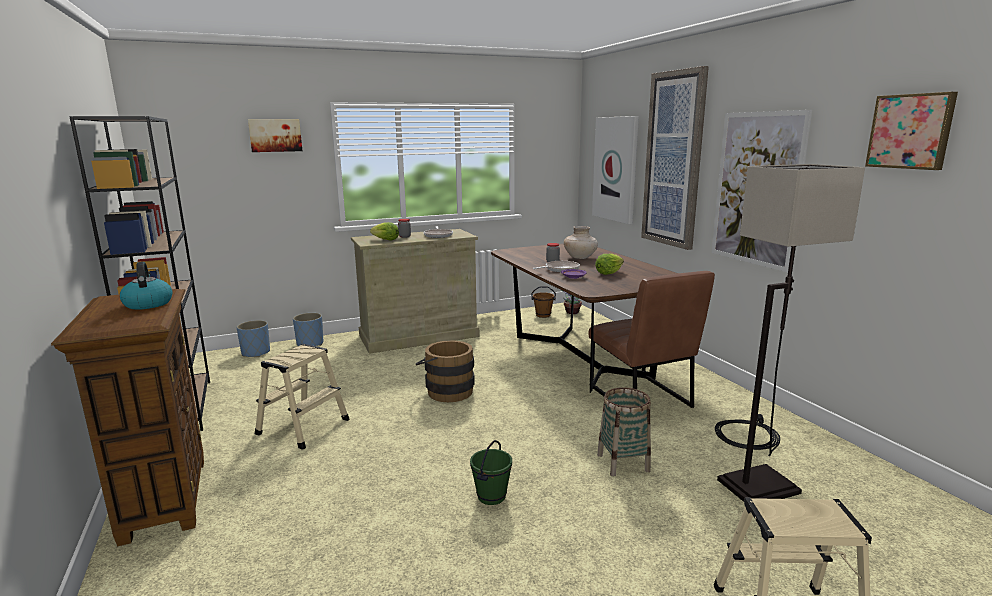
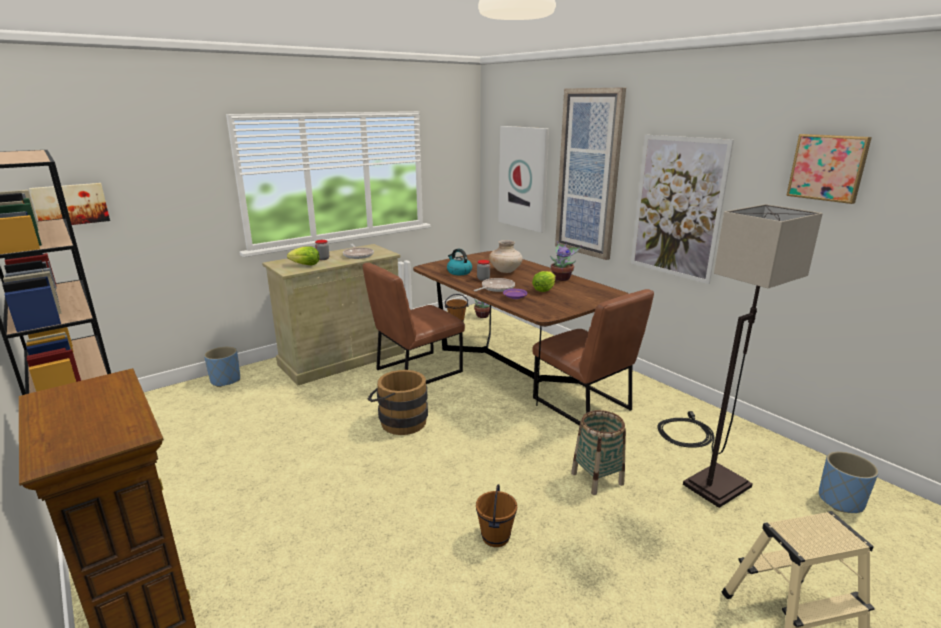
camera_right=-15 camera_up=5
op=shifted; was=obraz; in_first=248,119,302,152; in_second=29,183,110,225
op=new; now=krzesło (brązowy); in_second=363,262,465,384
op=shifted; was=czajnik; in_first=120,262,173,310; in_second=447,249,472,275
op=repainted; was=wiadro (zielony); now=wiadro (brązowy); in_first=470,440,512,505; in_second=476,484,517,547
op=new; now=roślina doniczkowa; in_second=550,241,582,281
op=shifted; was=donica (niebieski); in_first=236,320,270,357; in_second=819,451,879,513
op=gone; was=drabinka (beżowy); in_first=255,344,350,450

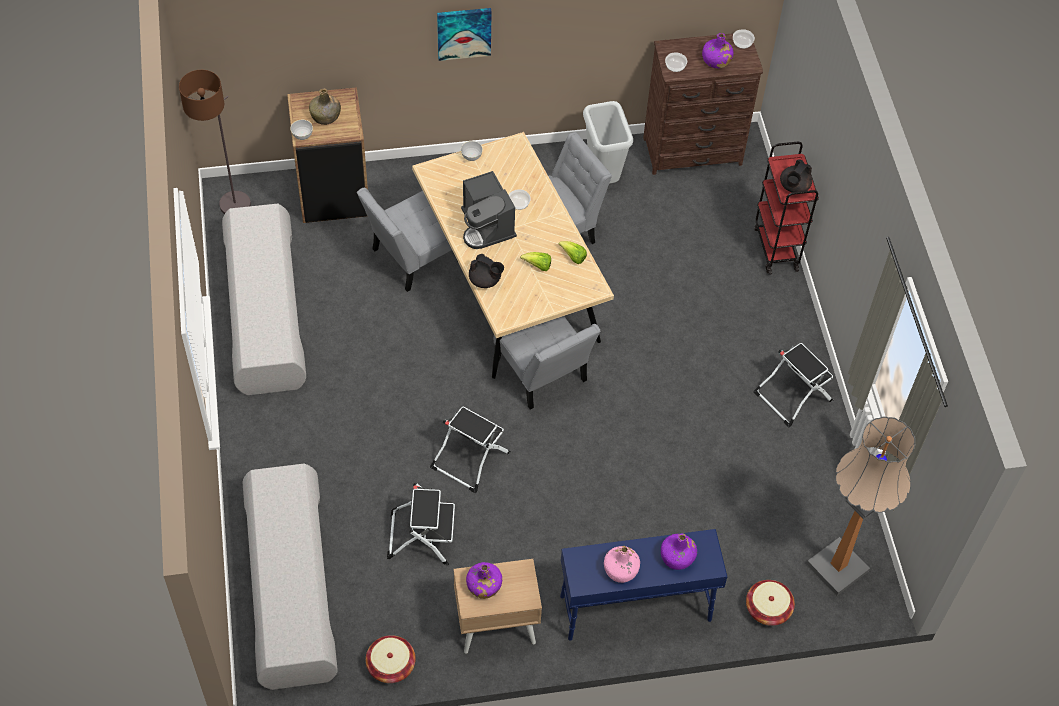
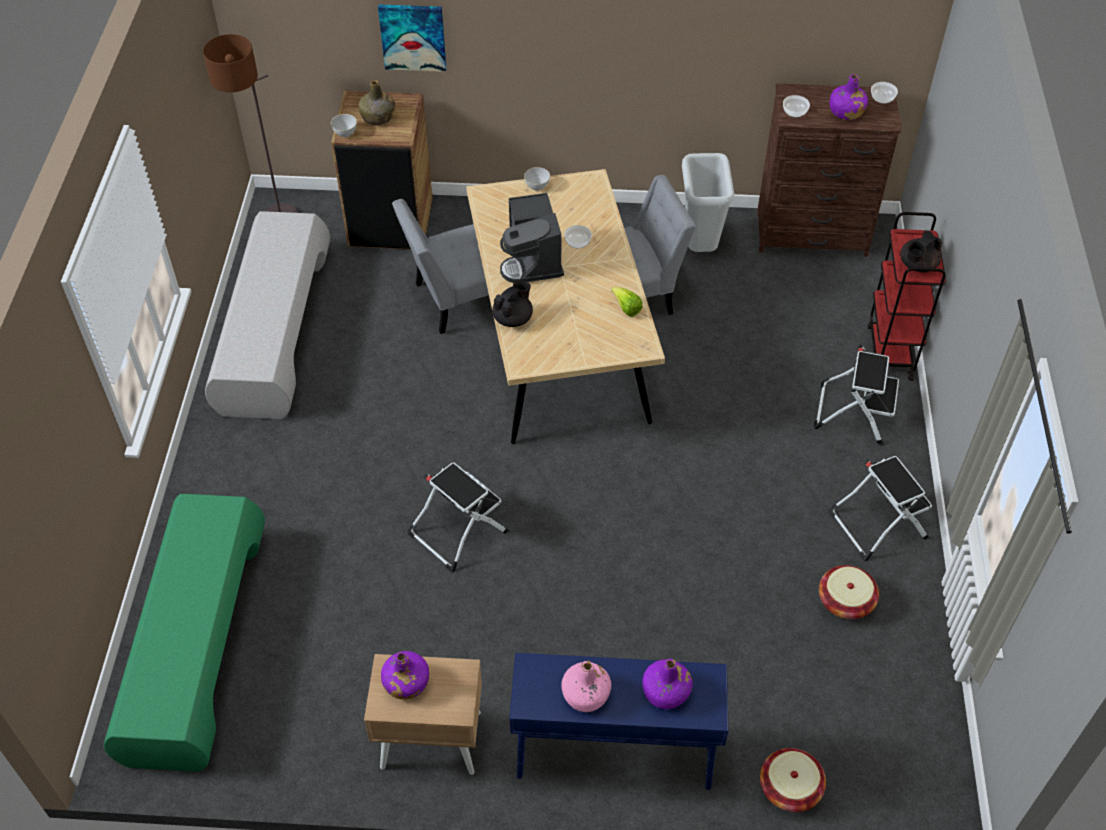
camera_right=15 camera_up=-5
op=repainted; was=ławka (szary); now=ławka (zielony); in_first=243,464,338,690; in_second=104,494,265,772
op=shifted; was=obraz; in_first=437,8,492,61; in_second=378,4,446,72
op=rotated; was=imbryk (czarny); in_first=469,254,504,288; in_second=492,281,533,327; clockwise=-90
op=shifted; was=drabinka; in_first=387,483,455,565; in_second=814,345,899,445
op=shifted; was=koszyk; in_first=365,635,416,683; in_second=819,565,879,619
op=gone; was=krzesło (szary); in_first=494,316,600,410
op=gone; was=sałata; in_first=520,252,551,271
op=gone; was=lampa stojąca; in_first=807,416,915,596

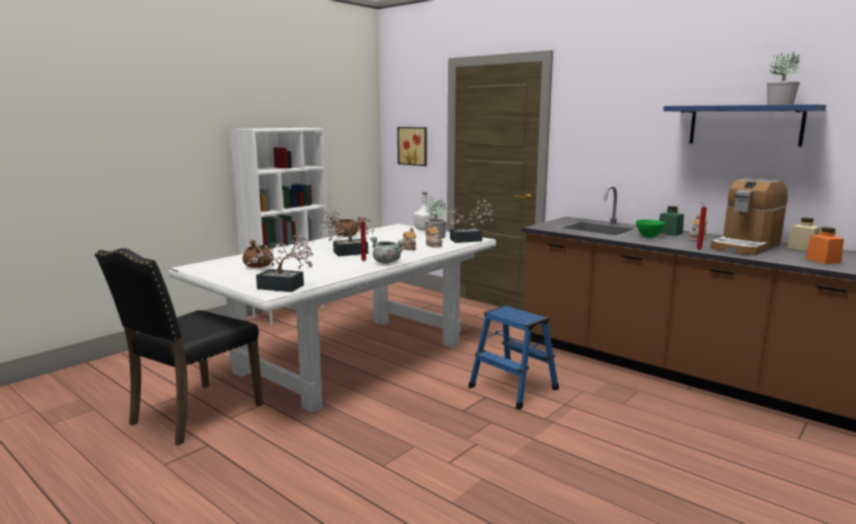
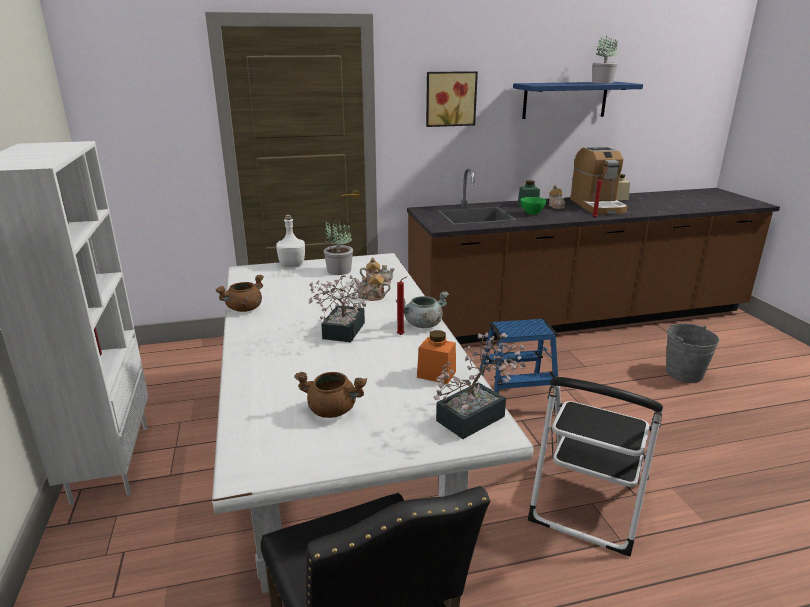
camera_right=-55 camera_up=10
op=shifted; was=słoik (pomarańczowy); in_first=806,227,844,264; in_second=417,330,456,384
op=shifted; was=obraz; in_first=397,127,427,166; in_second=426,71,478,127
op=new; now=drabinka; in_second=528,377,663,557
op=new; now=wiadro (szary); in_second=666,323,720,383
op=gone; was=roślina doniczkowa; in_first=444,200,493,243

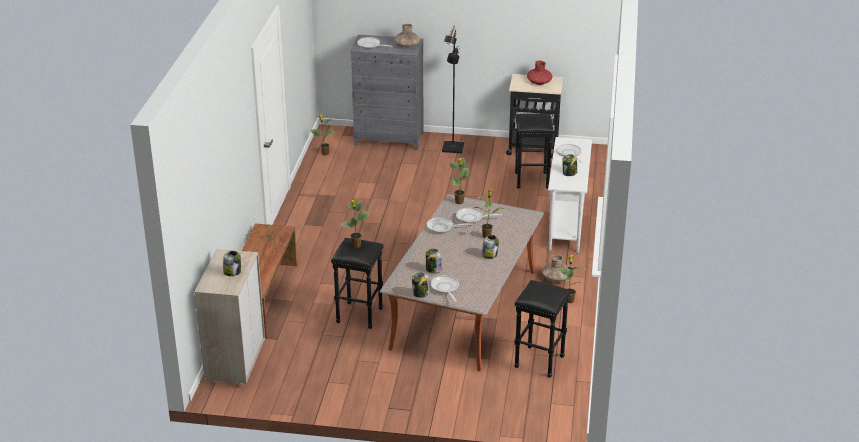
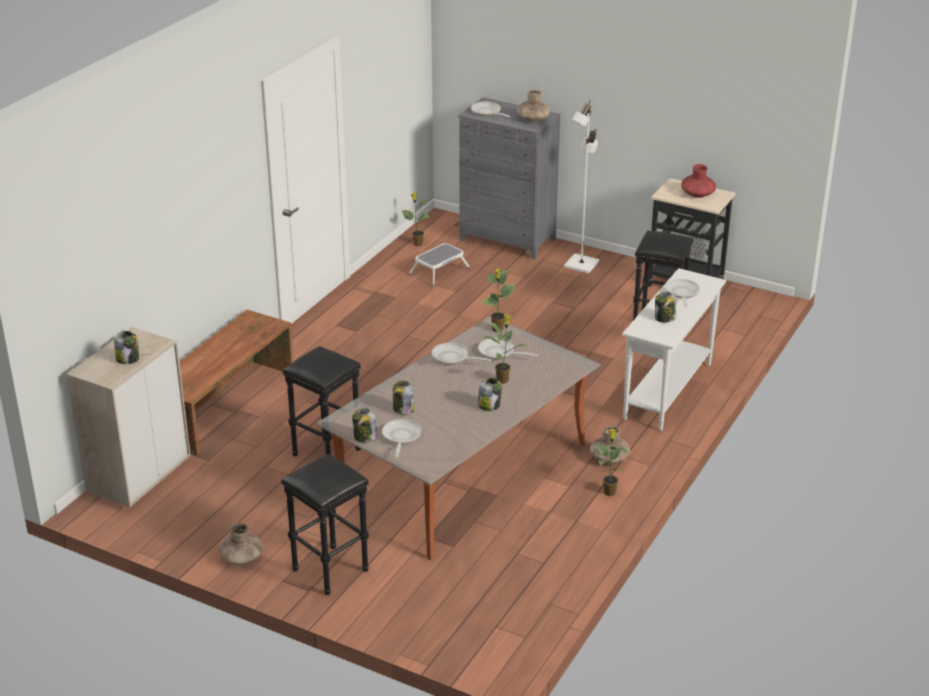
camera_right=20 camera_up=0
op=new; now=wazon (brązowy); in_second=219,523,263,565
op=shifted; was=stołek (czarny); in_first=514,280,571,378; in_second=282,454,369,595
op=new; now=drabinka (szary); in_second=408,243,471,288
op=repainted; was=lampa stojąca (czarny); now=lampa stojąca (biały); in_first=442,26,464,153; in_second=564,101,599,273
op=gone; was=roślina doniczkowa; in_first=340,199,369,248

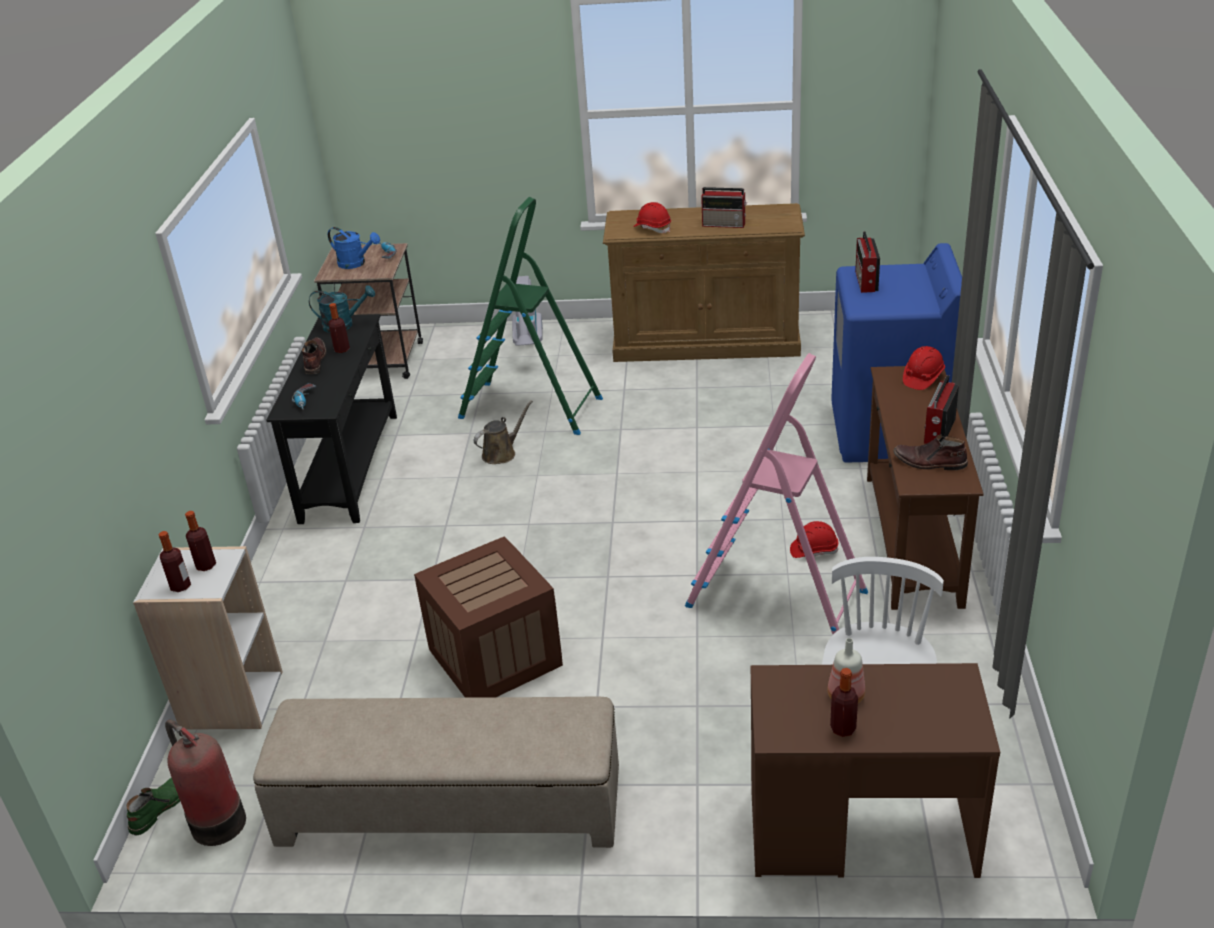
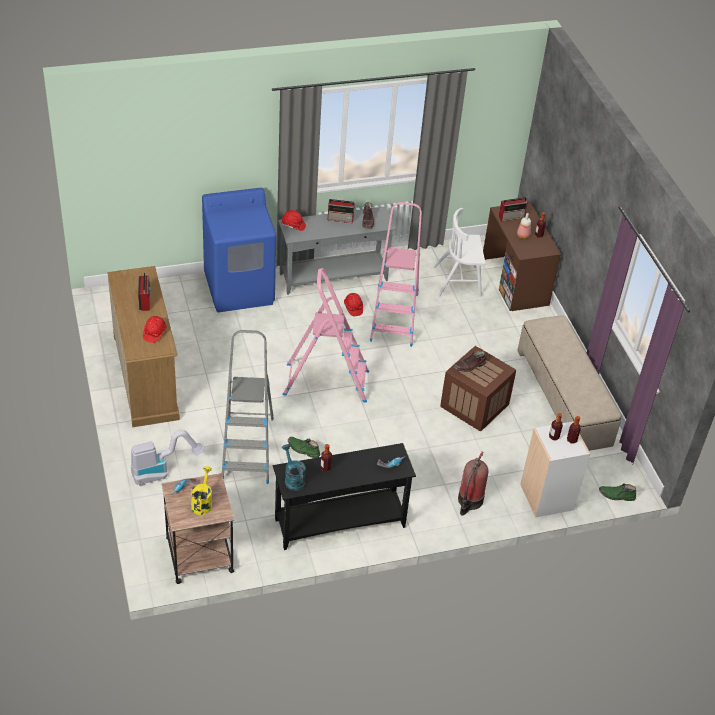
camera_right=-115 camera_up=10
op=repainted; was=konewka (niebieski); now=konewka (żółty); in_first=328,227,380,269; in_second=191,466,212,515
op=repainted; was=drabinka (zielony); now=drabinka (szary); in_first=458,197,603,435; in_second=222,330,274,484
op=repainted; was=stolik konsolowy (brązowy); now=stolik konsolowy (szary); in_first=867,366,983,610; in_second=278,206,396,295
op=new; now=drabinka (różowy); in_second=283,268,369,402
op=swapped; was=konewka (brązowy); now=but z cholewką (zielony); in_first=474,400,533,464; in_second=288,437,320,458
op=shifted; was=but z cholewką (brązowy); in_first=302,338,326,374; in_second=453,351,486,372
op=shifted; was=gaśnica; in_first=165,719,246,846; in_second=458,452,488,516
op=shifted; was=radio; in_first=855,231,880,293; in_second=499,197,527,221

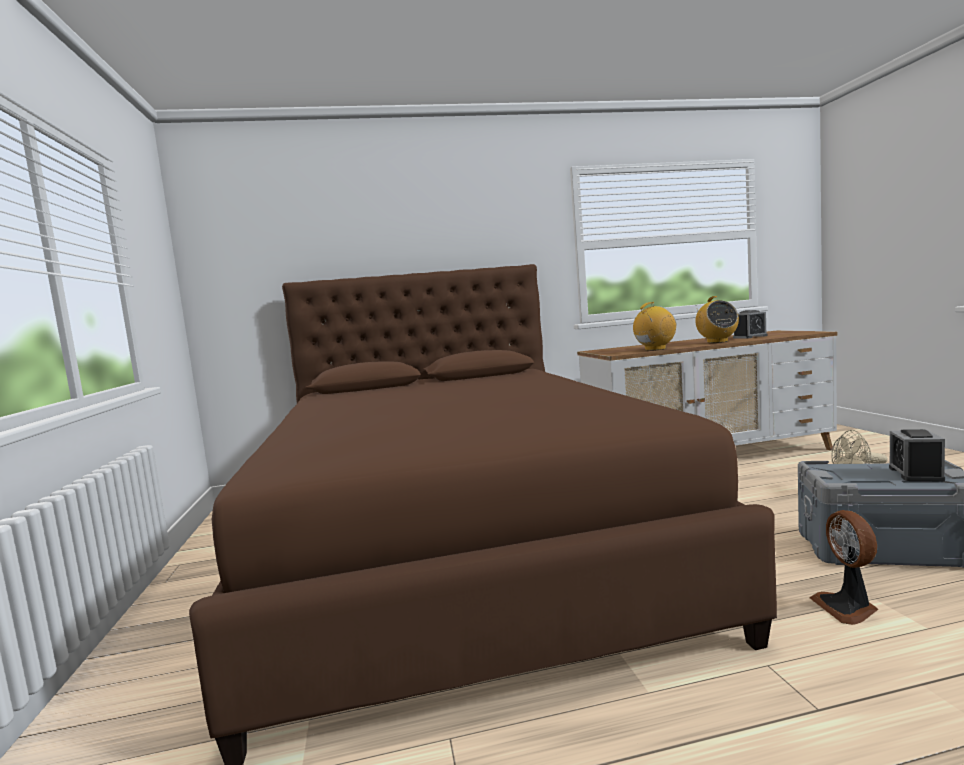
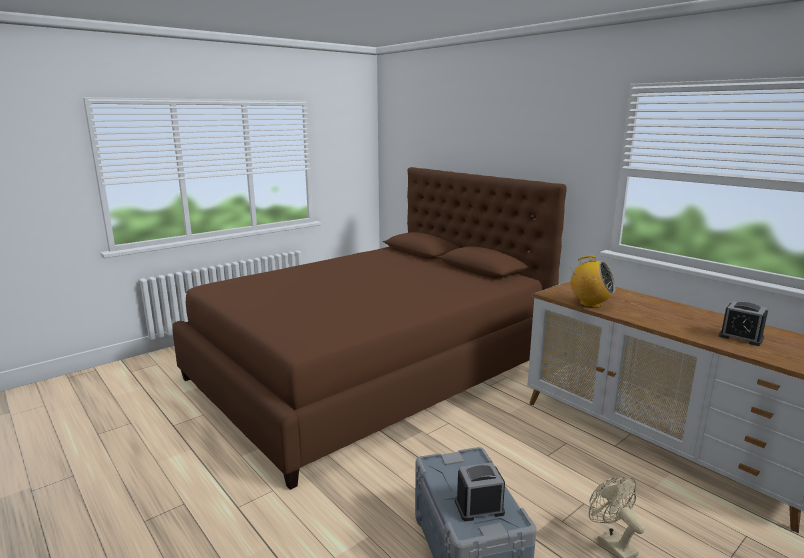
camera_right=60 camera_up=10
op=gone; was=radio; in_first=695,296,739,343
op=gone; was=wentylator; in_first=810,510,878,625

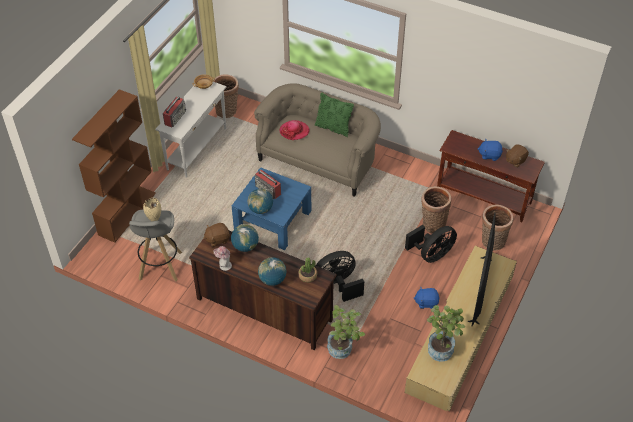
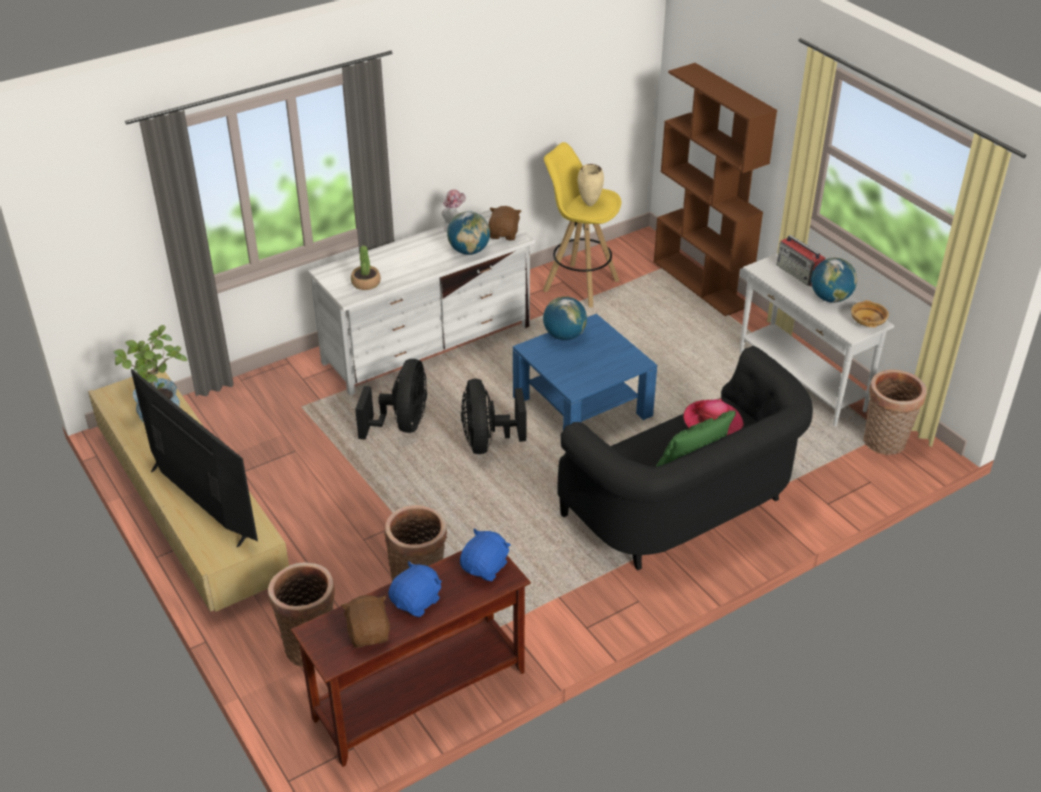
camera_right=120 camera_up=-10
op=repainted; was=komoda (brązowy); now=komoda (biały); in_first=189,230,337,350; in_second=308,210,535,396
op=shifted; was=pluszak (niebieski); in_first=414,286,440,309; in_second=460,529,511,581
op=shifted; was=wentylator (czarny); in_first=405,225,457,263; in_second=461,379,526,454
op=repainted; was=stołek (szary); now=stołek (żółty); in_first=129,210,182,281; in_second=543,142,621,308
op=repainted; was=kanapa (beżowy); now=kanapa (czarny); in_first=254,83,381,197; in_second=557,346,813,570
op=shifted; was=globus; in_first=258,257,286,286; in_second=811,257,857,303
op=gone; was=radio; in_first=255,170,281,199
op=gone; was=roślina doniczkowa; in_first=327,305,365,359

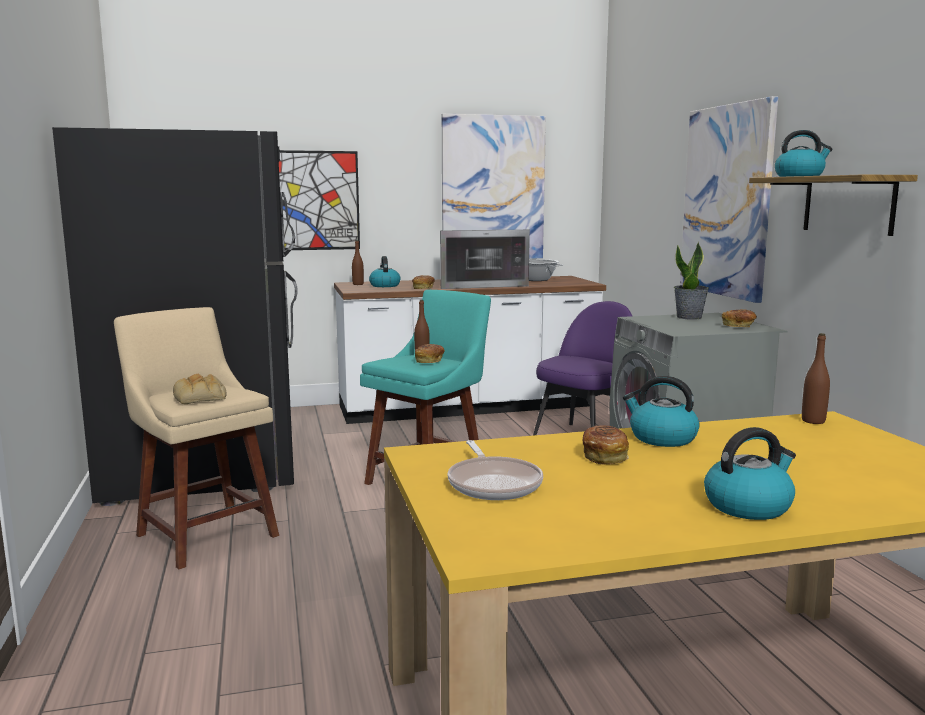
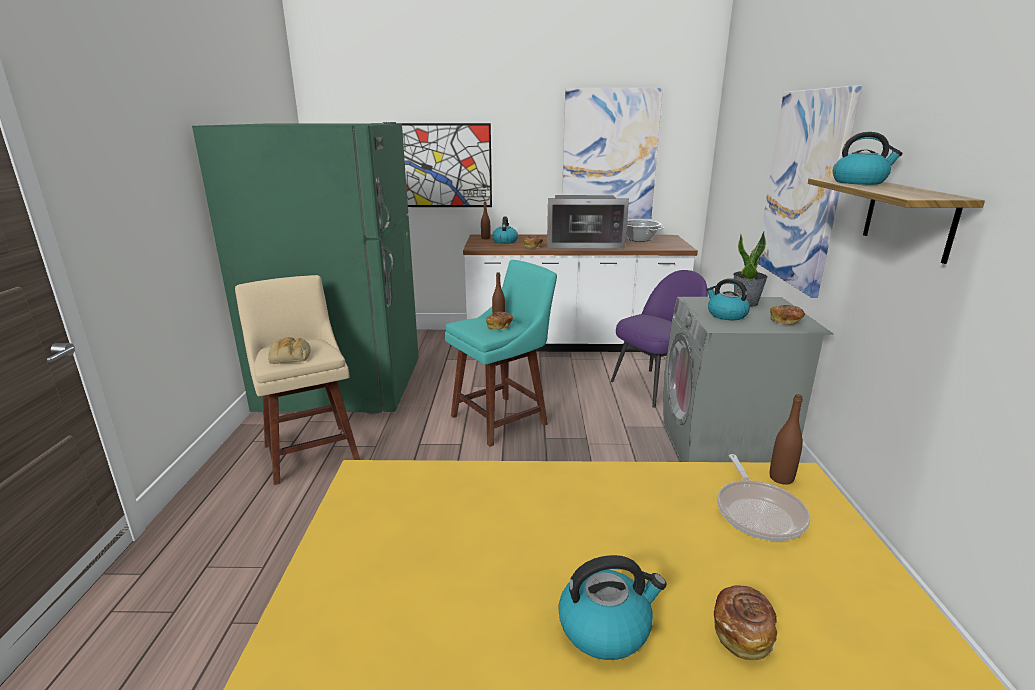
camera_right=15 camera_up=10
op=repainted; was=lodówka (czarny); now=lodówka (zielony); in_first=52,127,298,506; in_second=192,122,419,415
op=shifted; was=czajnik; in_first=623,376,700,447; in_second=706,278,750,320
op=shifted; was=chleb; in_first=583,425,629,464; in_second=714,585,777,660
op=shifted; was=patelnia; in_first=448,440,543,500; in_second=717,454,811,541

